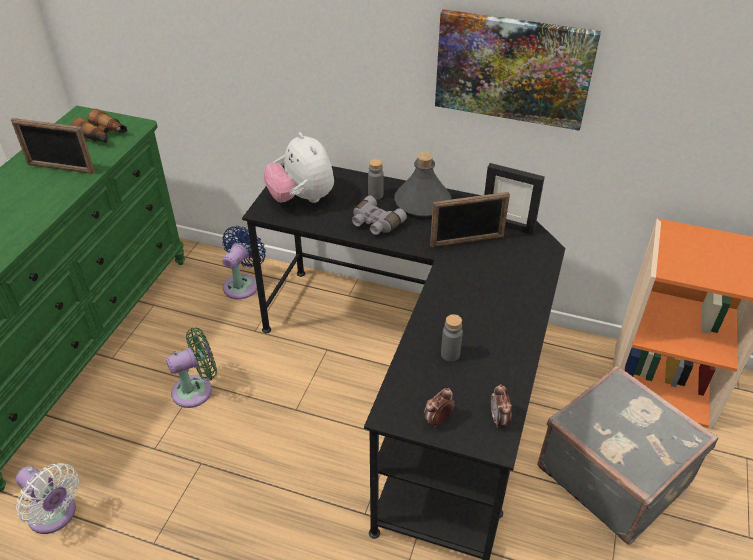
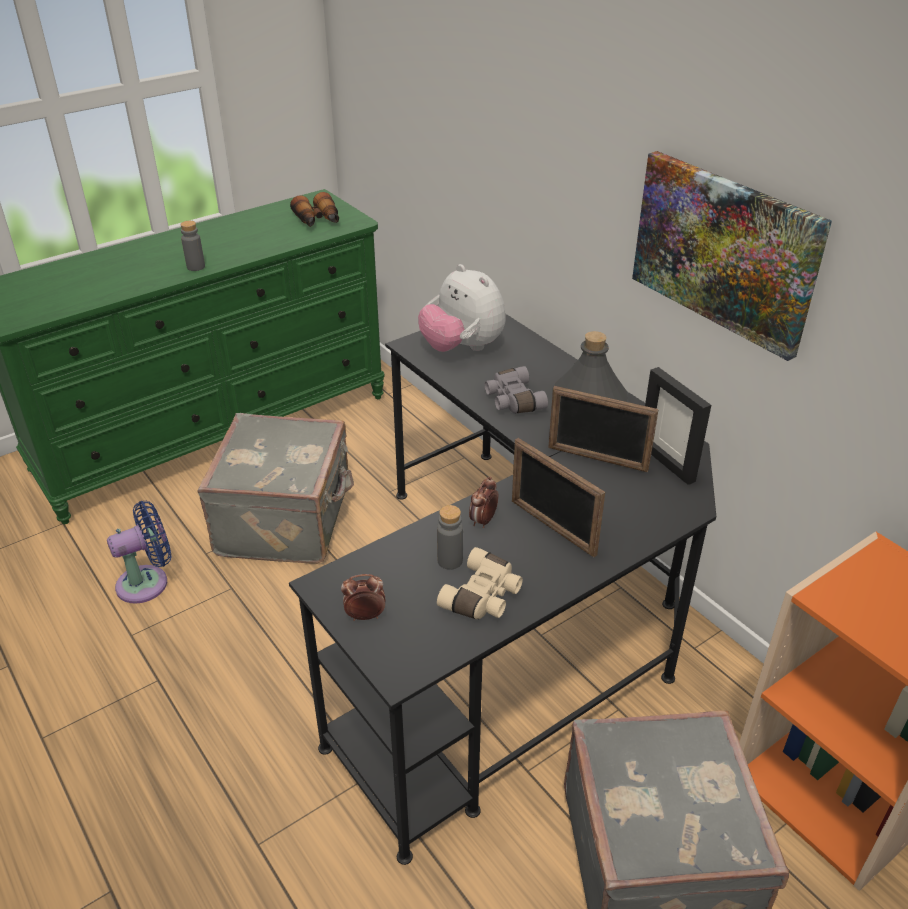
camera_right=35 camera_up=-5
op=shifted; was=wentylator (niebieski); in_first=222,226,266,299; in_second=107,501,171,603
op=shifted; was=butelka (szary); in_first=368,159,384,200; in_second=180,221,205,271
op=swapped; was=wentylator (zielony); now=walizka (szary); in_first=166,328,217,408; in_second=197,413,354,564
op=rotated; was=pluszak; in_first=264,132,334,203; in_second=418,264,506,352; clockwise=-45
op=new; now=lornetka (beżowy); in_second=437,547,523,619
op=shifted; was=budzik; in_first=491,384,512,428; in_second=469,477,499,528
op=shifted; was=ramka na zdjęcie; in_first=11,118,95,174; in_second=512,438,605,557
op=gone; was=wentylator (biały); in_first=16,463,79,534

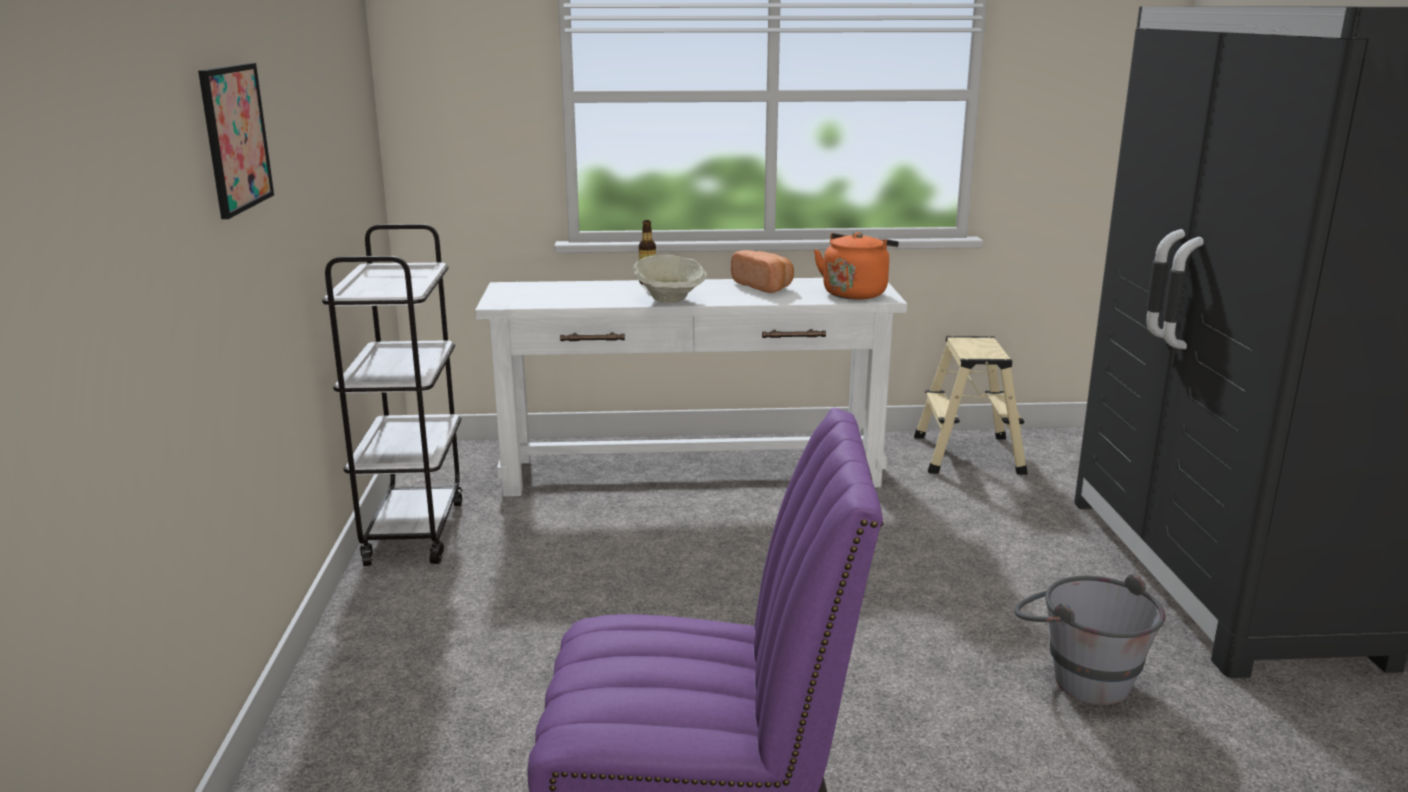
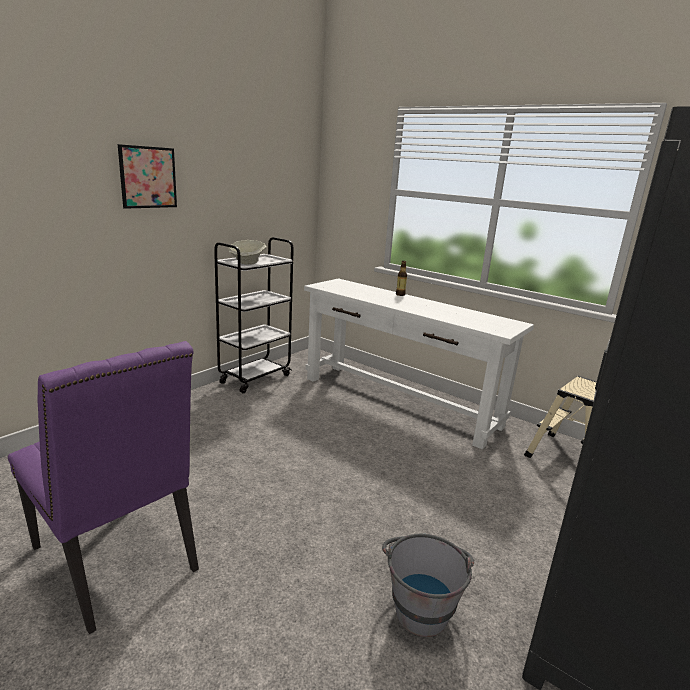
camera_right=40 camera_up=0
op=shifted; was=miska (beżowy); in_first=633,255,707,303; in_second=228,240,267,265
op=gone; was=chleb; in_first=731,250,794,293
op=gone; was=czajnik (pomarańczowy); in_first=814,232,899,300

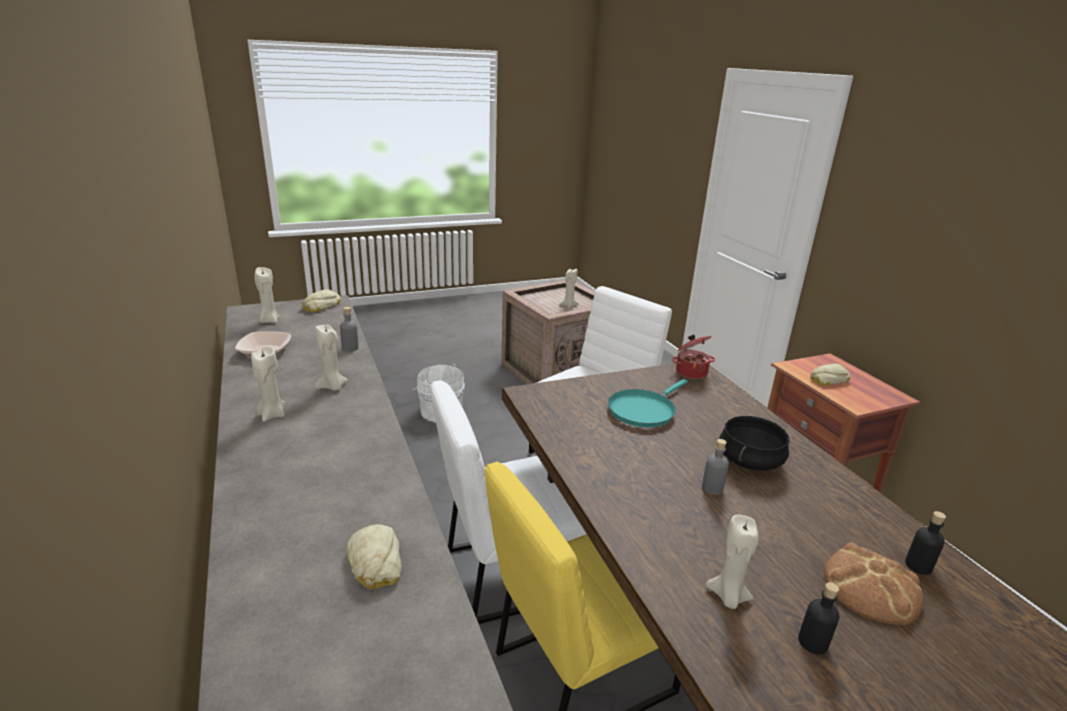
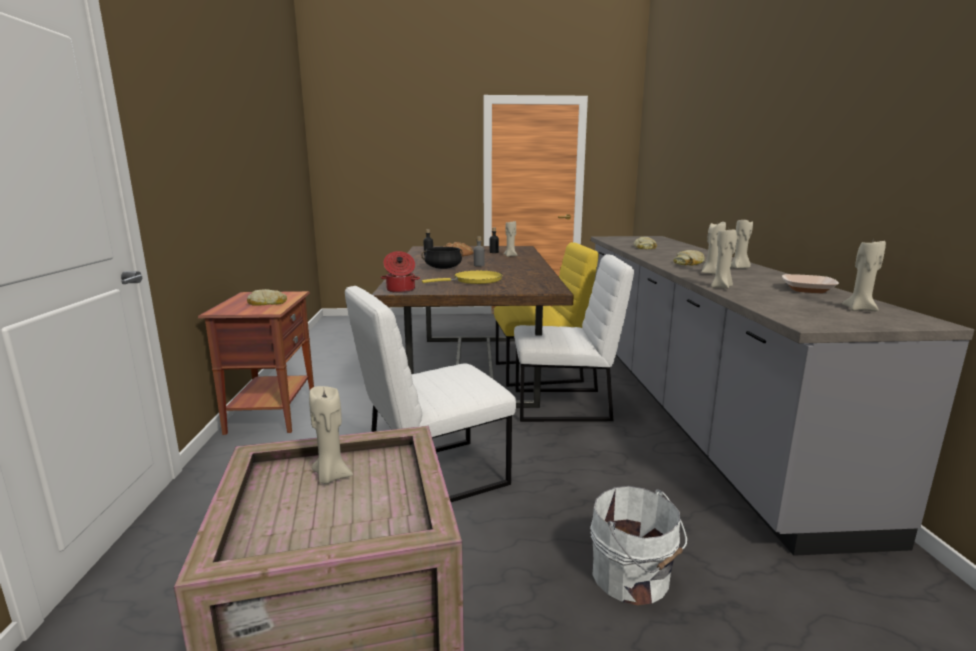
camera_right=-160 camera_up=-10
op=repainted; was=patelnia (turkusowy); now=patelnia (żółty); in_first=608,379,688,427; in_second=422,271,502,284
op=shifted; was=chleb; in_first=302,289,341,313; in_second=674,250,705,265
op=swapped; was=butelka (szary); now=świeca (beżowy); in_first=340,307,359,352; in_second=711,230,737,289

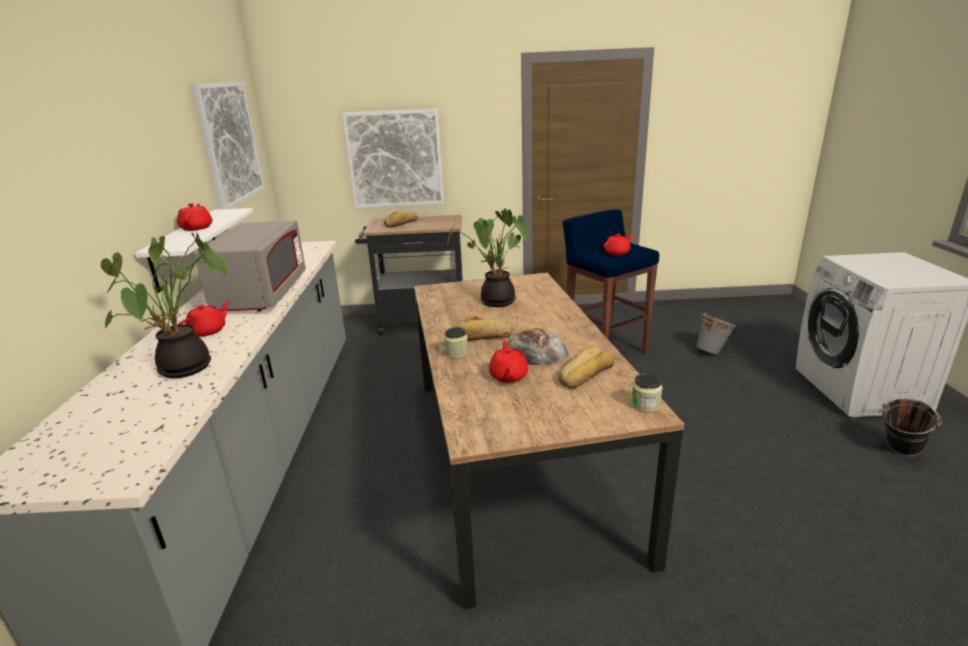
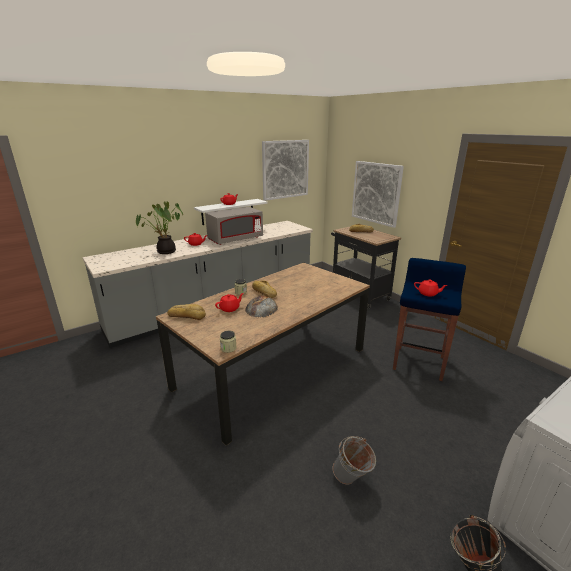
camera_right=55 camera_up=0
op=shifted; was=chleb; in_first=558,346,614,389; in_second=167,304,206,320
op=shifted; was=wiadro (szary); in_first=696,313,736,354; in_second=333,436,376,485
op=gone; was=roślina doniczkowa; in_first=447,208,528,307

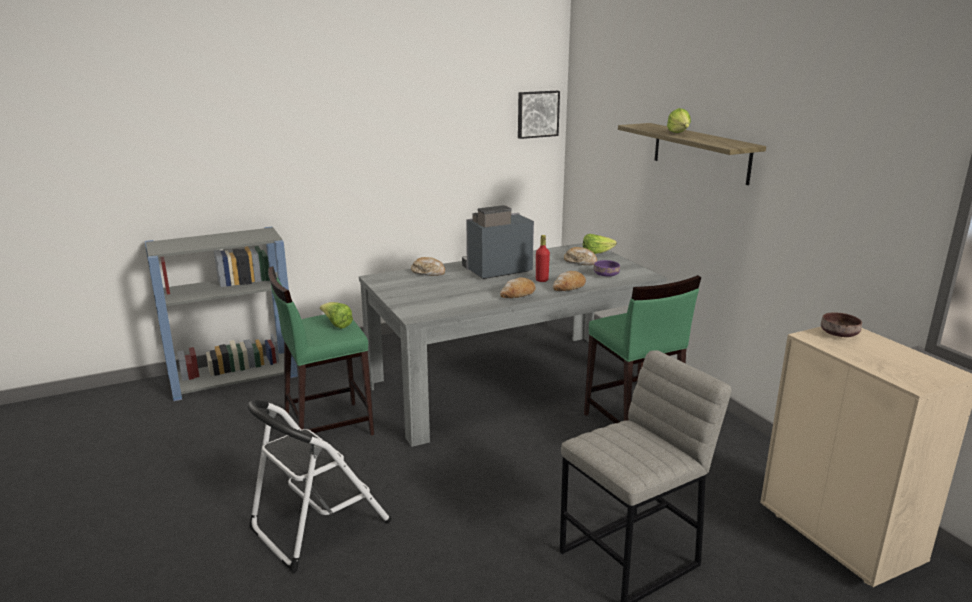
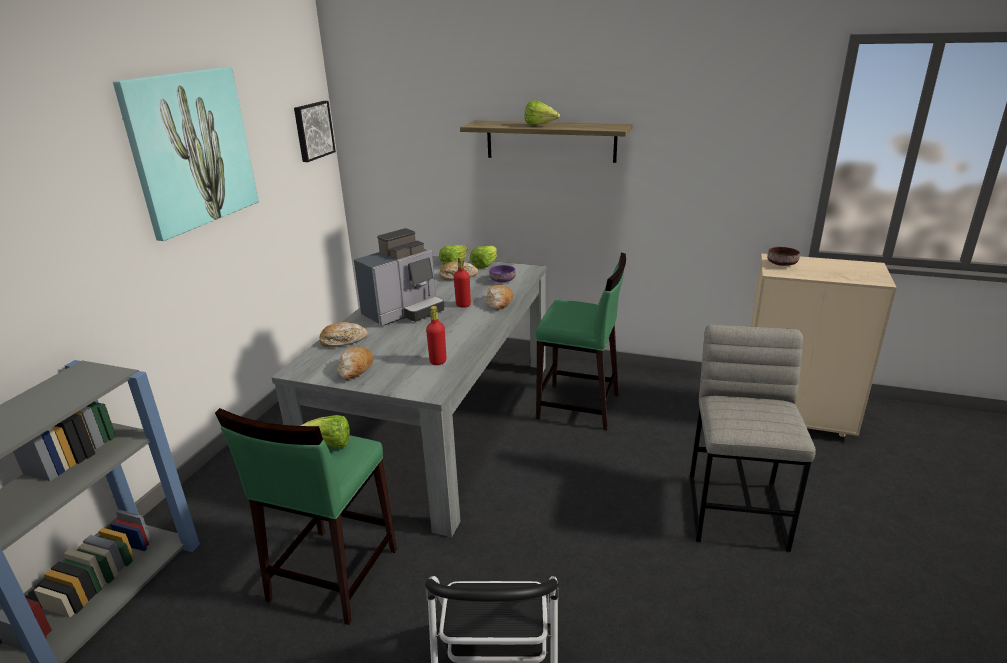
camera_right=-45 camera_up=5
op=new; now=obraz; in_second=113,67,259,241
op=shifted; was=chleb; in_first=500,277,536,298; in_second=337,347,373,380
op=rotated; was=ekspres do kawy; in_first=462,205,534,279; in_second=354,228,444,326; clockwise=-150
op=new; now=butelka (czerwony); in_second=426,306,446,365
op=new; now=sałata; in_second=470,246,497,269

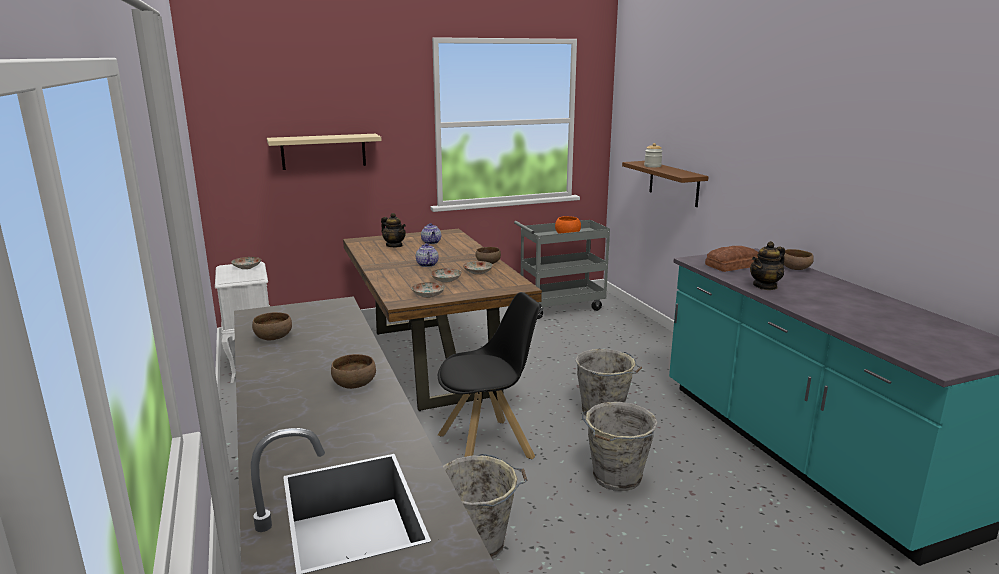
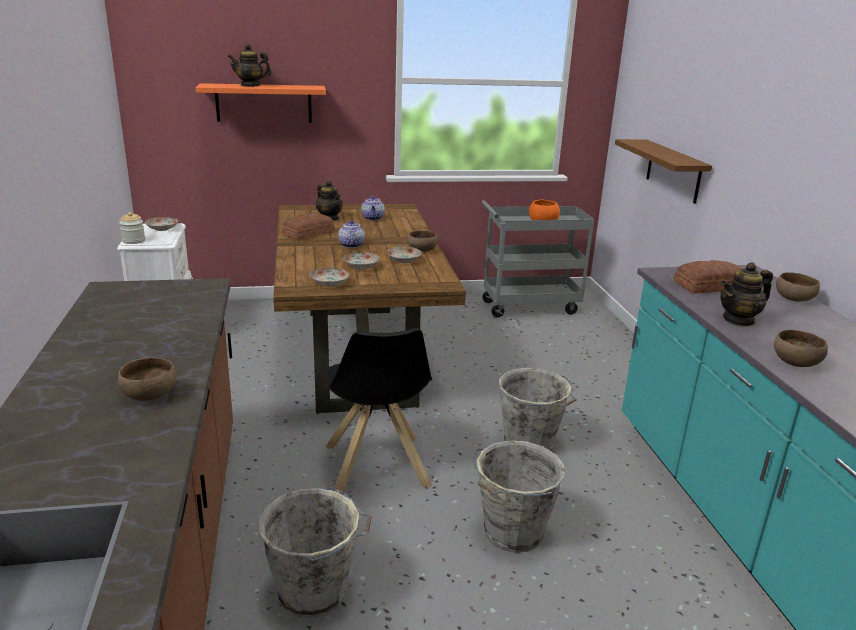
camera_right=10 camera_up=5
op=shifted; was=słoik; in_first=644,143,663,168; in_second=119,212,145,244
op=repainted; was=półka (beżowy); now=półka (pomarańczowy); in_first=267,134,382,170; in_second=196,83,326,123
op=new; now=imbryk; in_second=228,44,272,87
op=new; now=chleb; in_second=282,213,335,240
op=rotated; was=krzesło (czarny); in_first=438,292,542,459; in_second=323,328,432,494; clockwise=90
op=shifted; was=miska (brązowy); in_first=252,312,292,341; in_second=774,330,828,367

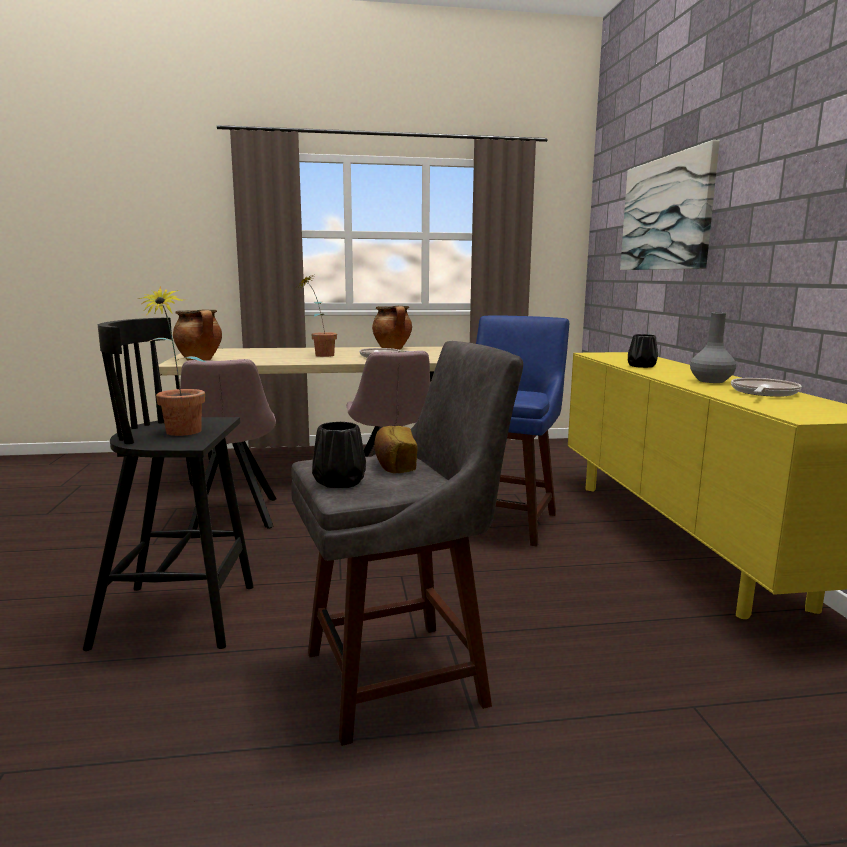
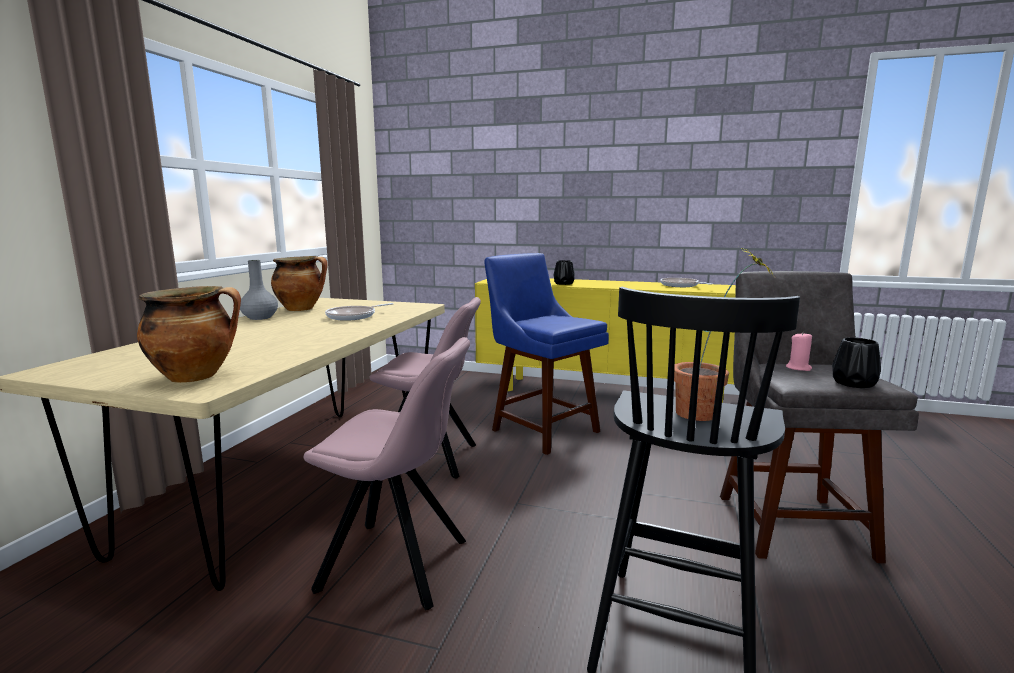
camera_right=-65 camera_up=0
op=shifted; was=wazon (szary); in_first=690,312,736,383; in_second=240,260,278,320
op=swapped; was=chleb; now=świeca (różowy); in_first=374,426,417,473; in_second=786,333,812,371
op=gone; was=roślina doniczkowa; in_first=298,275,337,357
op=gone; was=obraz; in_first=620,140,720,270

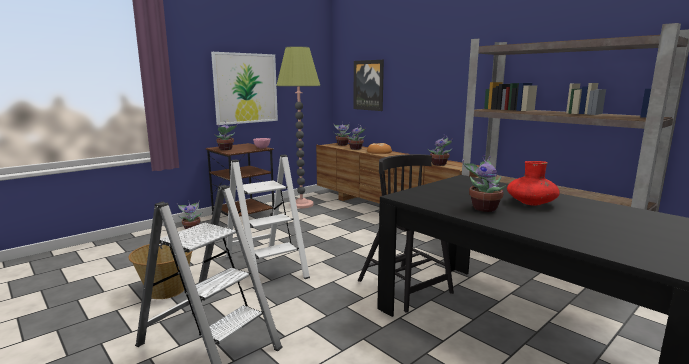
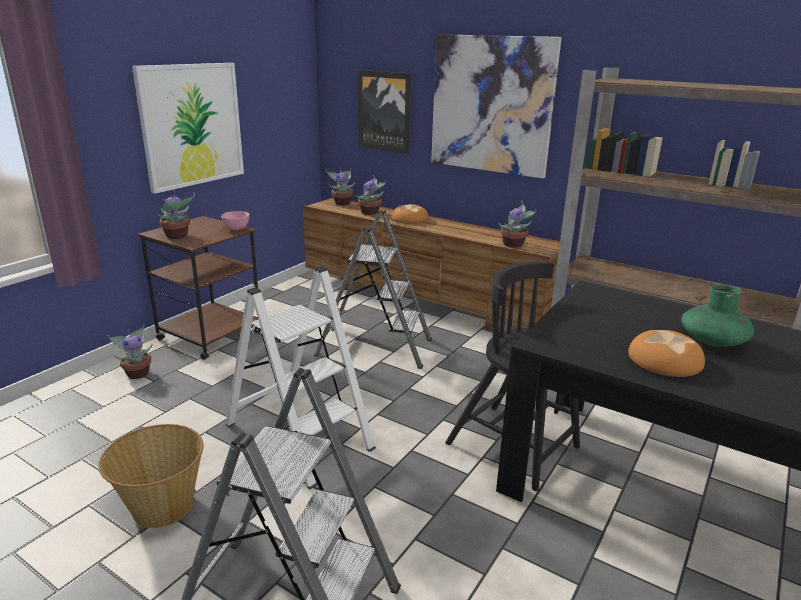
camera_right=-15 camera_up=10
op=new; now=drabinka (szary); in_second=314,210,432,369
op=new; now=obraz; in_second=431,34,562,178
op=swapped; was=roślina doniczkowa; now=chleb; in_first=462,155,506,212; in_second=628,330,705,377
op=repainted; was=wazon (czerwony); now=wazon (zielony); in_first=507,161,560,206; in_second=681,285,754,346
op=gone; was=lampa stojąca; in_first=276,46,320,209

